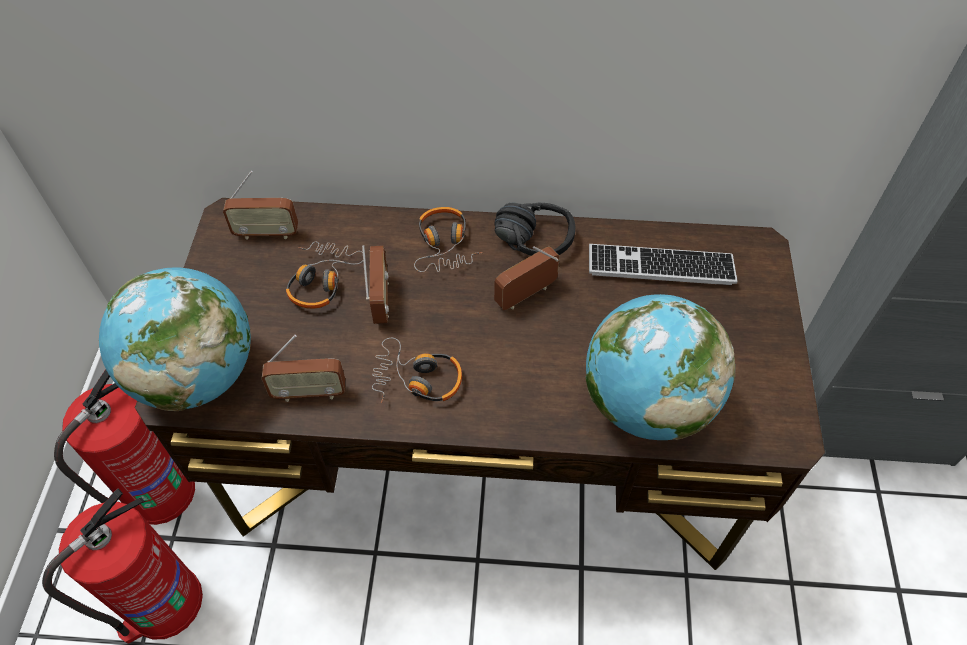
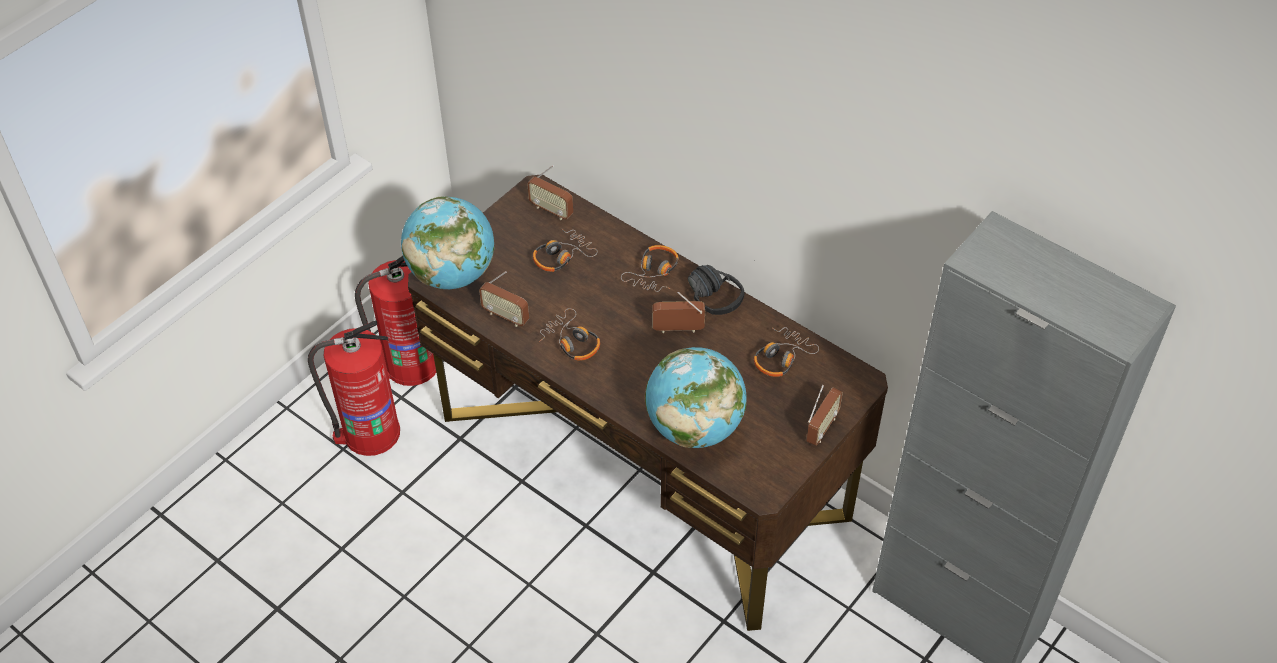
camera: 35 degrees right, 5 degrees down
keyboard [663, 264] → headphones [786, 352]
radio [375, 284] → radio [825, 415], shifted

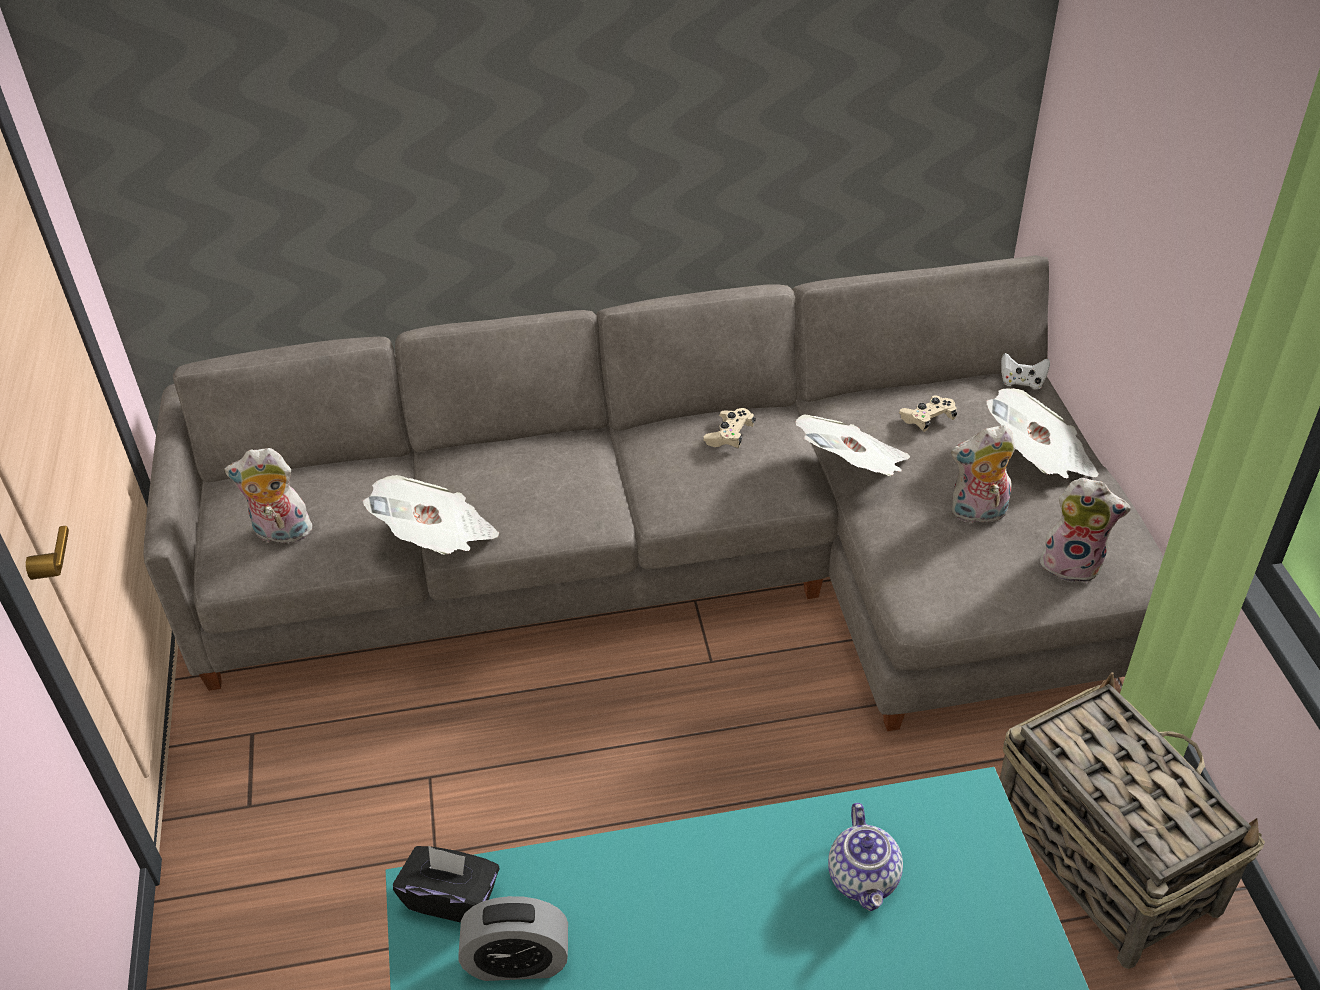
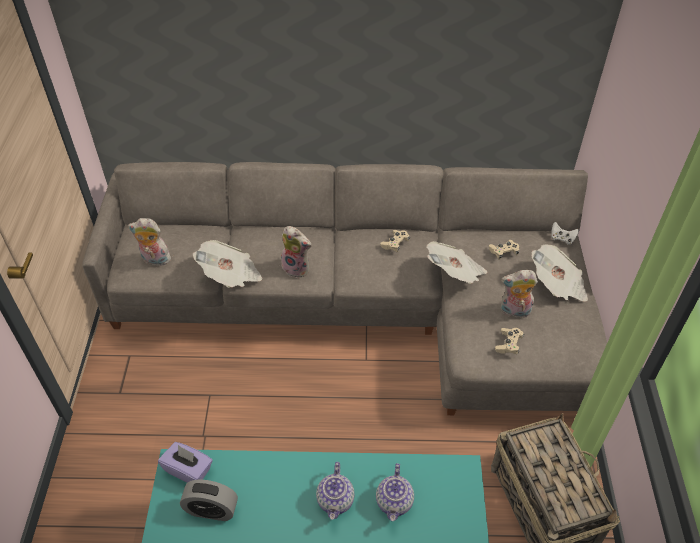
camera: 10 degrees right, 5 degrees up
plush toy [1084, 530] → plush toy [296, 252], shifted
black tissue box [446, 884] → purple tissue box [185, 462]
- → beige game controller [509, 341]
- → teapot [335, 491]

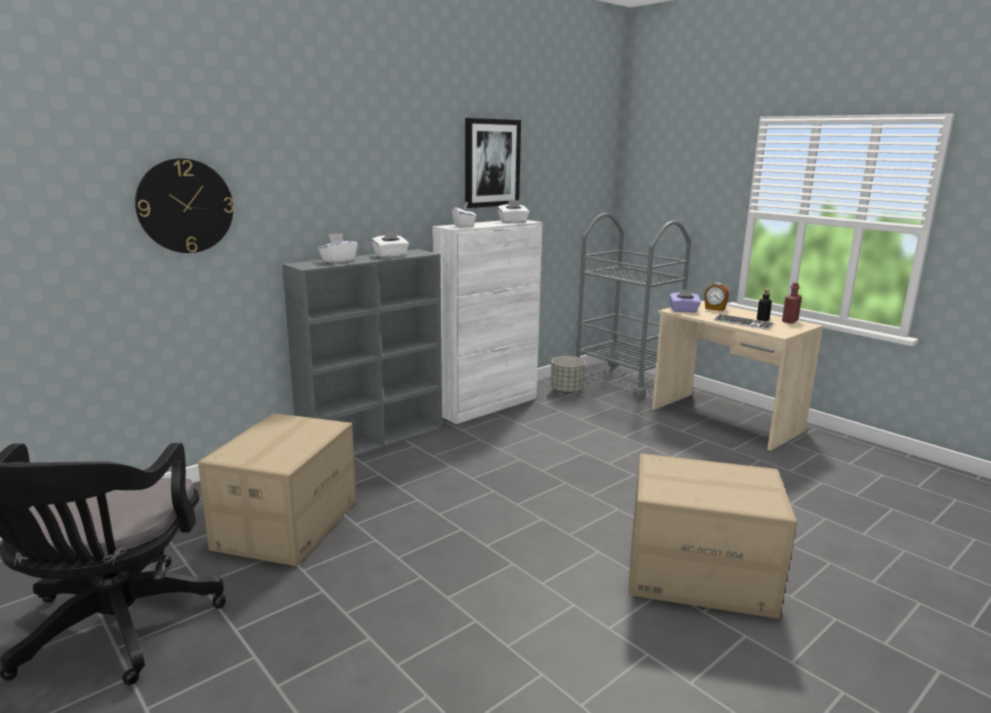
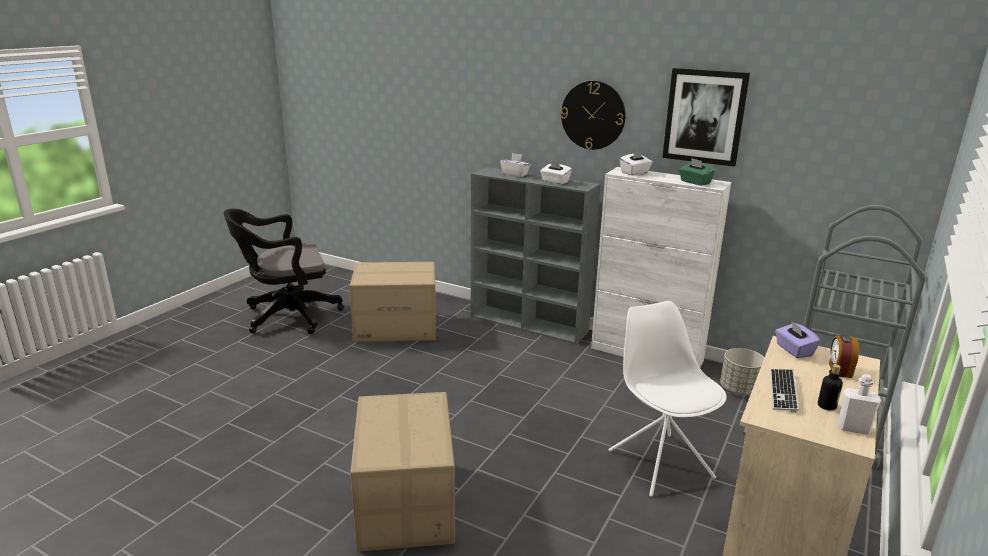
camera: 70 degrees right, 5 degrees up
wall clock [184, 205] → wall clock [593, 115], shifted
white tissue box [513, 211] → green tissue box [697, 172]
red bottle [792, 303] → white bottle [859, 404]
- → white chair [668, 399]

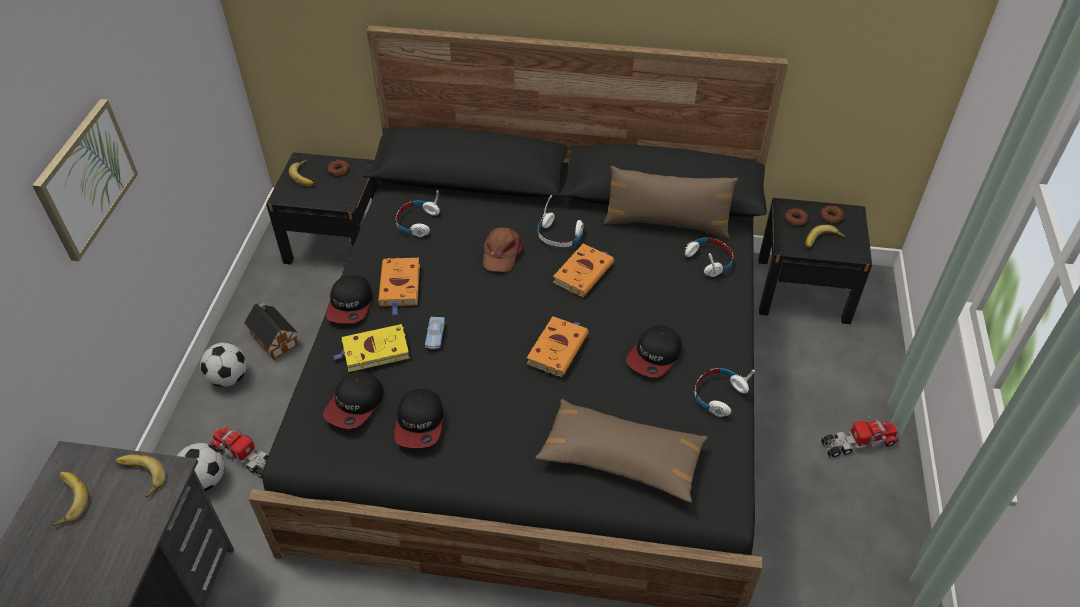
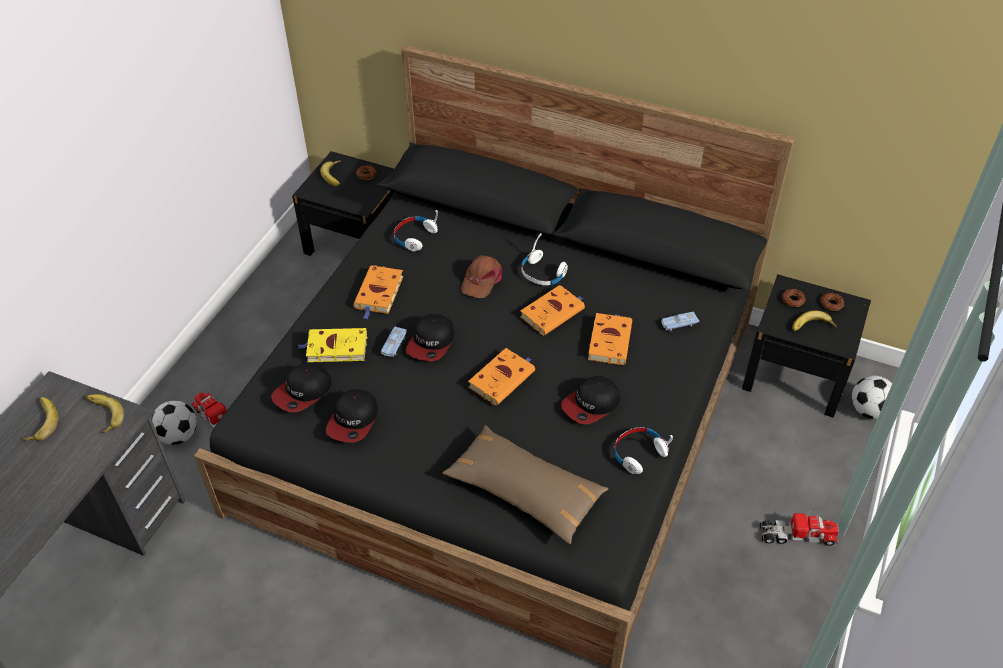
camera: 15 degrees right, 0 degrees up
picture [85, 180] → -
brown pillow [671, 202] → -
white headphones [709, 257] → blue toy car [680, 321]
cap [349, 299] → cap [430, 337], shifted
toy house [271, 331] → -
football [223, 365] → football [872, 397], shifted
- → orange book [610, 339]

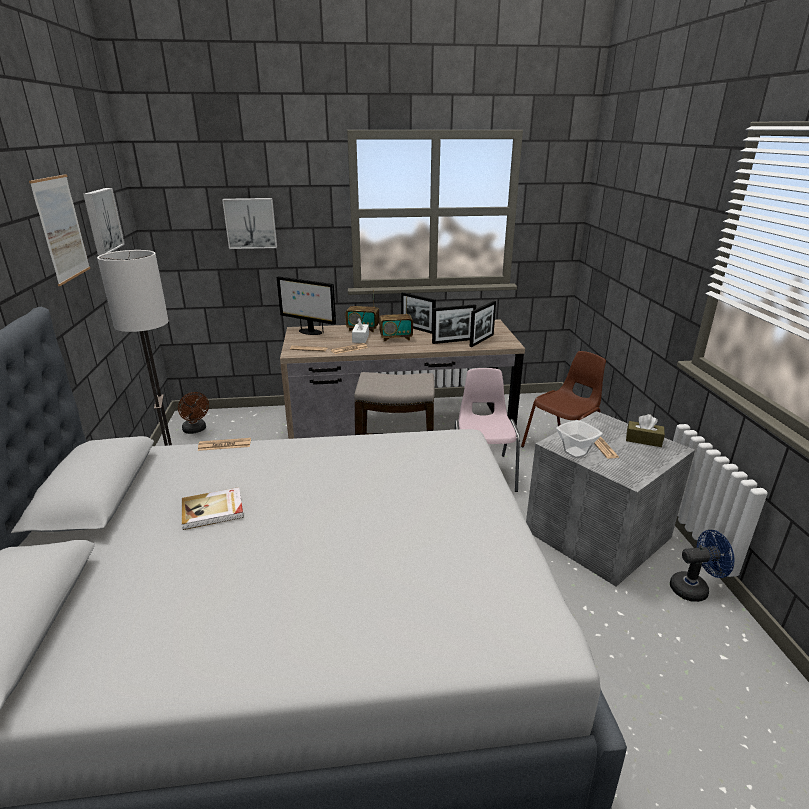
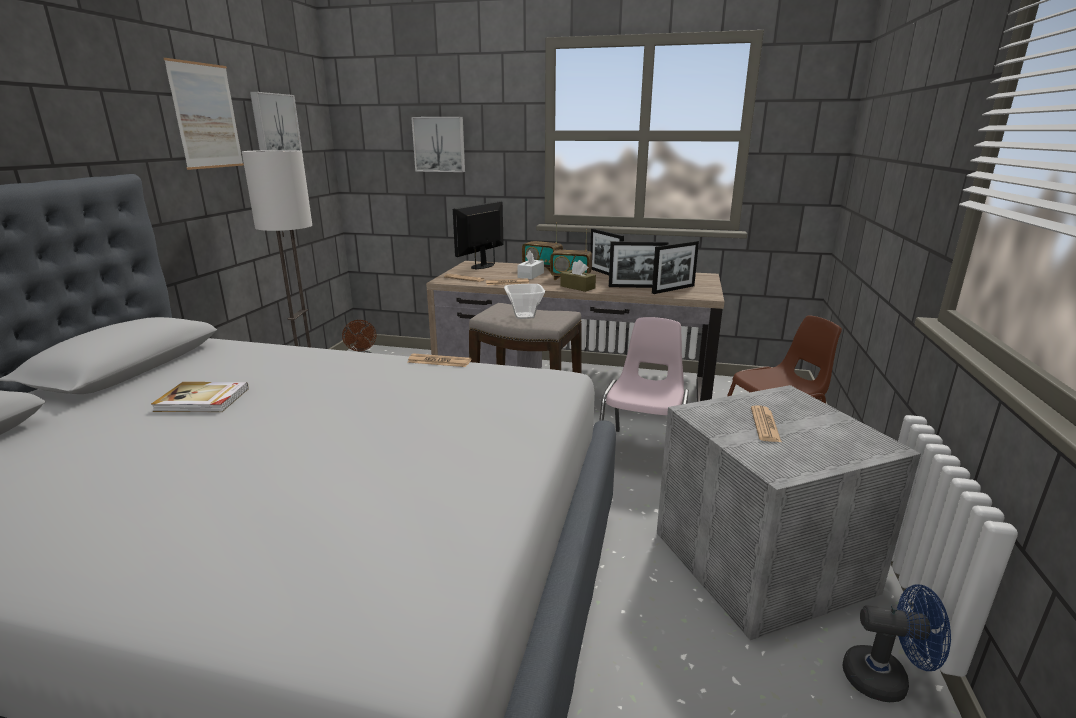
camera: 20 degrees right, 5 degrees down
monitor [306, 305] → monitor [478, 235], 75 degrees clockwise
brown tissue box [645, 430] → brown tissue box [578, 276], shifted
bowl [579, 439] → bowl [524, 301], shifted
newspaper [224, 444] → newspaper [439, 360], shifted

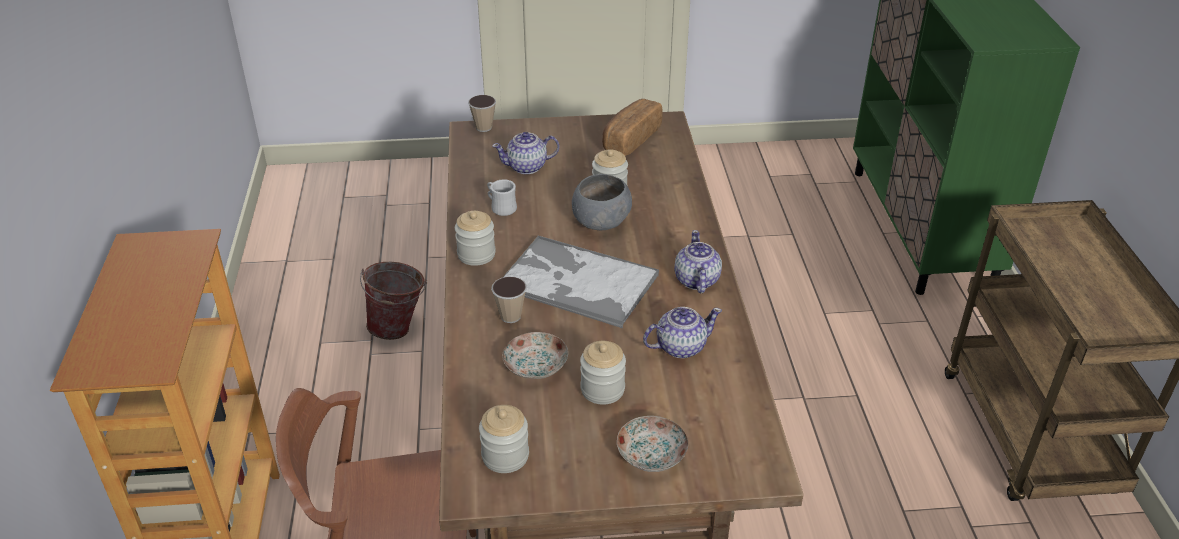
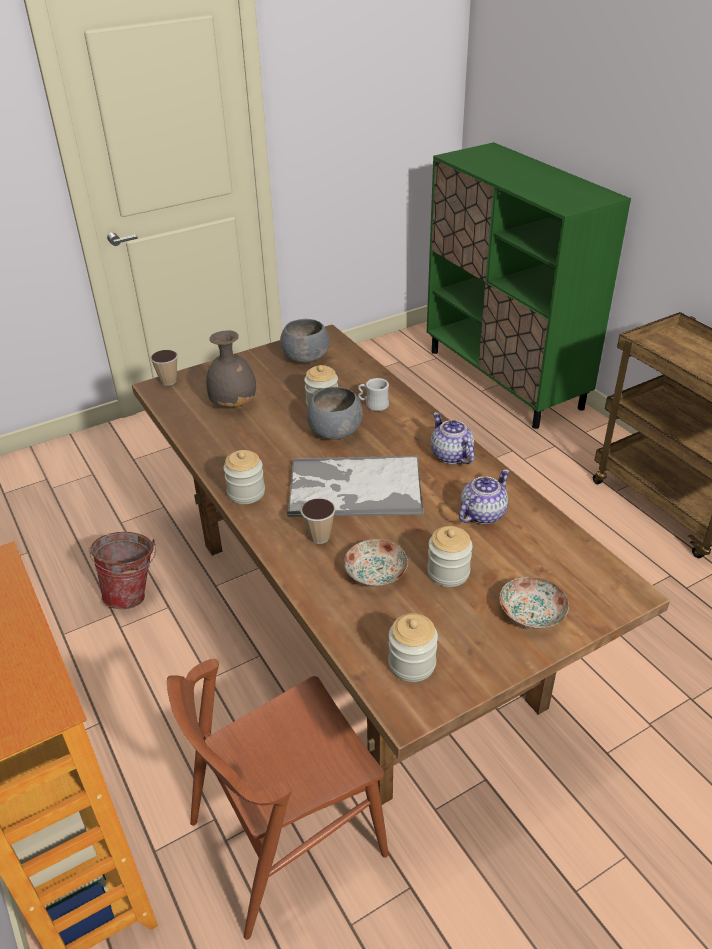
camera: 25 degrees left, 0 degrees up
bread [632, 127] → grey bowl [305, 341]
teapot [525, 153] → grey vase [231, 368]
white mug [502, 197] → white mug [373, 394], shifted

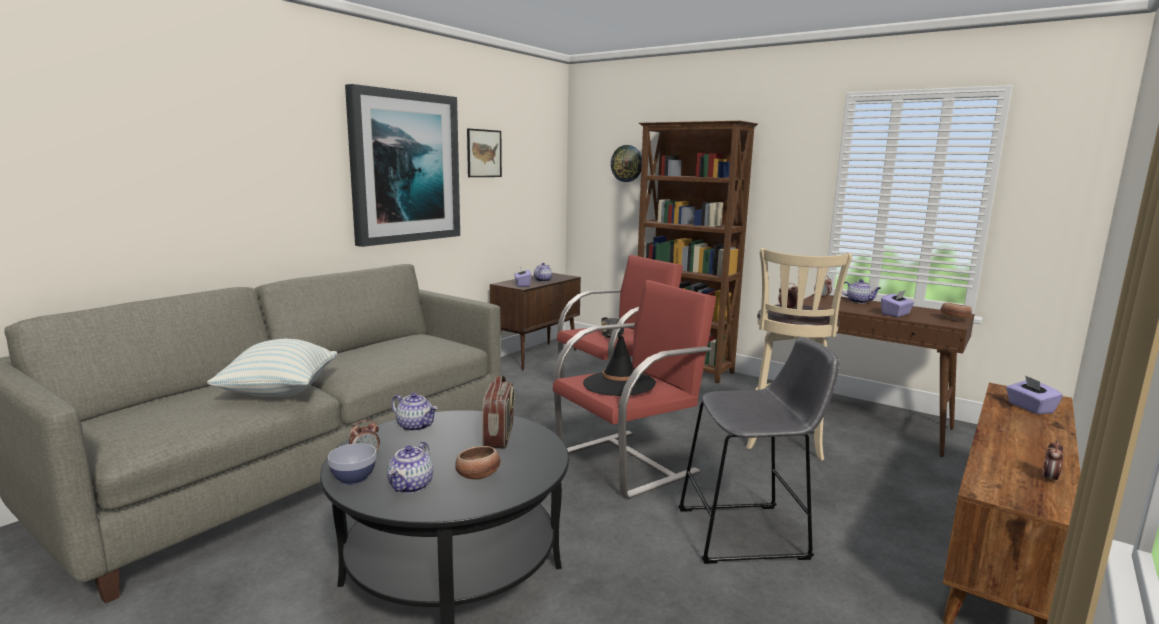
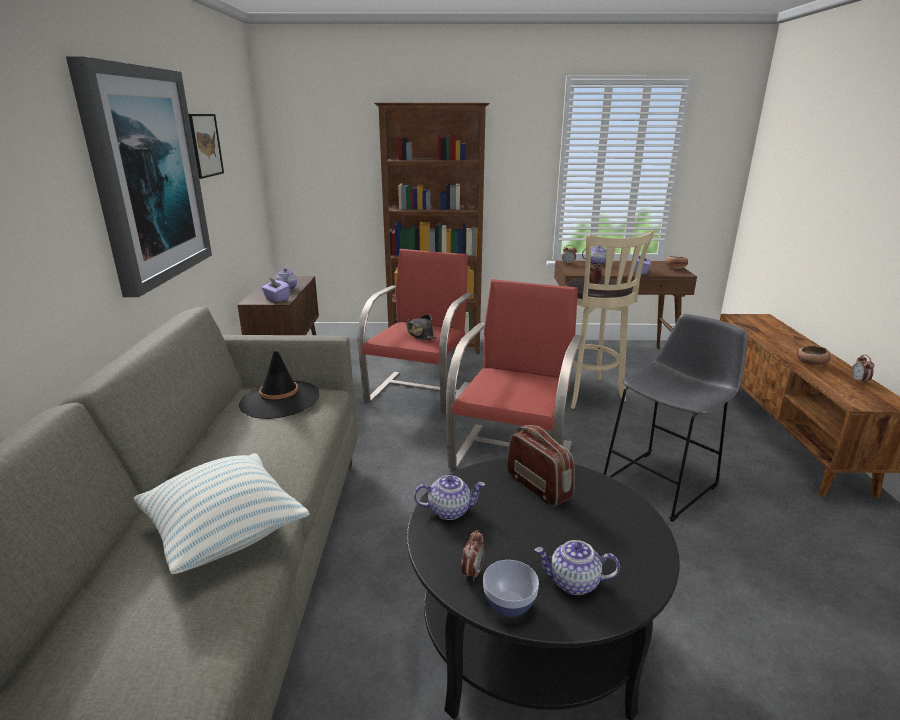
camera: 35 degrees left, 10 degrees up
wall clock [626, 163] → -
black hat [619, 365] → black hat [279, 385], shifted
purple tissue box [1034, 394] → -
teapot [410, 467] → teapot [577, 567], 120 degrees clockwise
bowl [477, 463] → bowl [813, 355], shifted

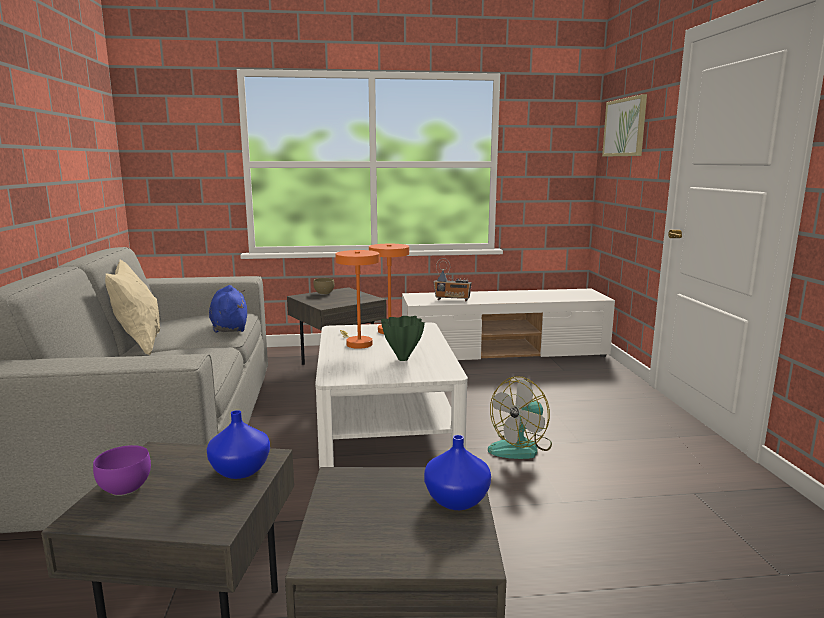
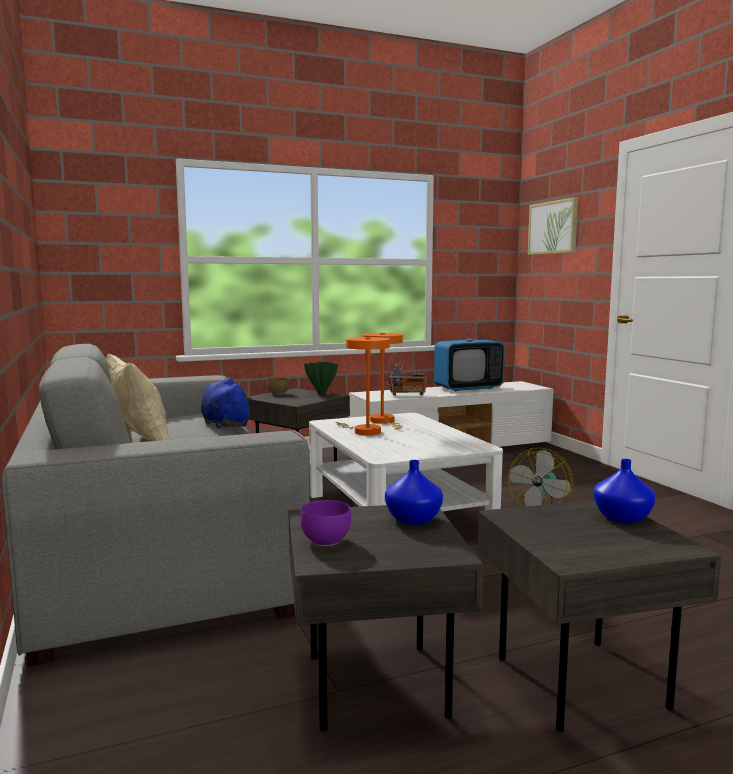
camera: 15 degrees left, 5 degrees down
green vase [403, 338] → green vase [321, 378], shifted
- → television [469, 350]

